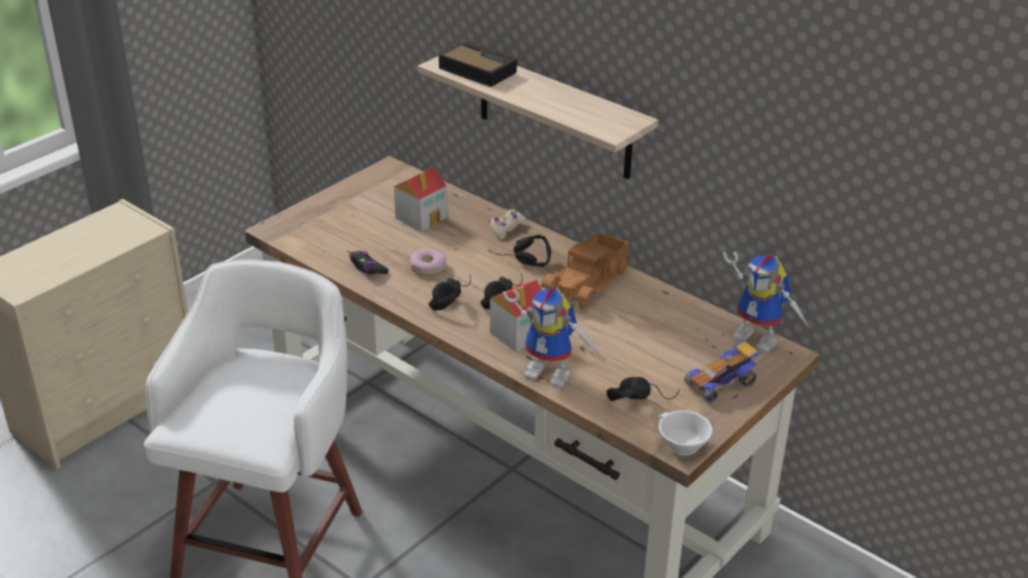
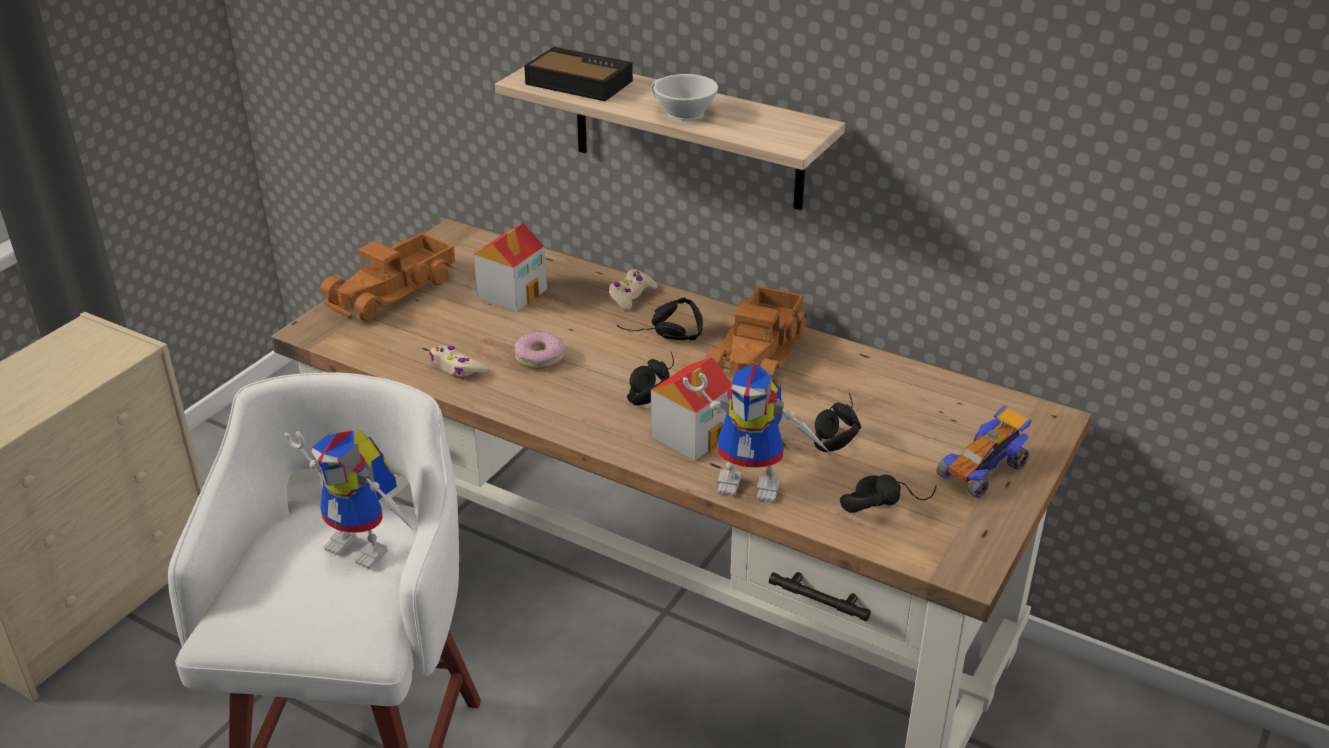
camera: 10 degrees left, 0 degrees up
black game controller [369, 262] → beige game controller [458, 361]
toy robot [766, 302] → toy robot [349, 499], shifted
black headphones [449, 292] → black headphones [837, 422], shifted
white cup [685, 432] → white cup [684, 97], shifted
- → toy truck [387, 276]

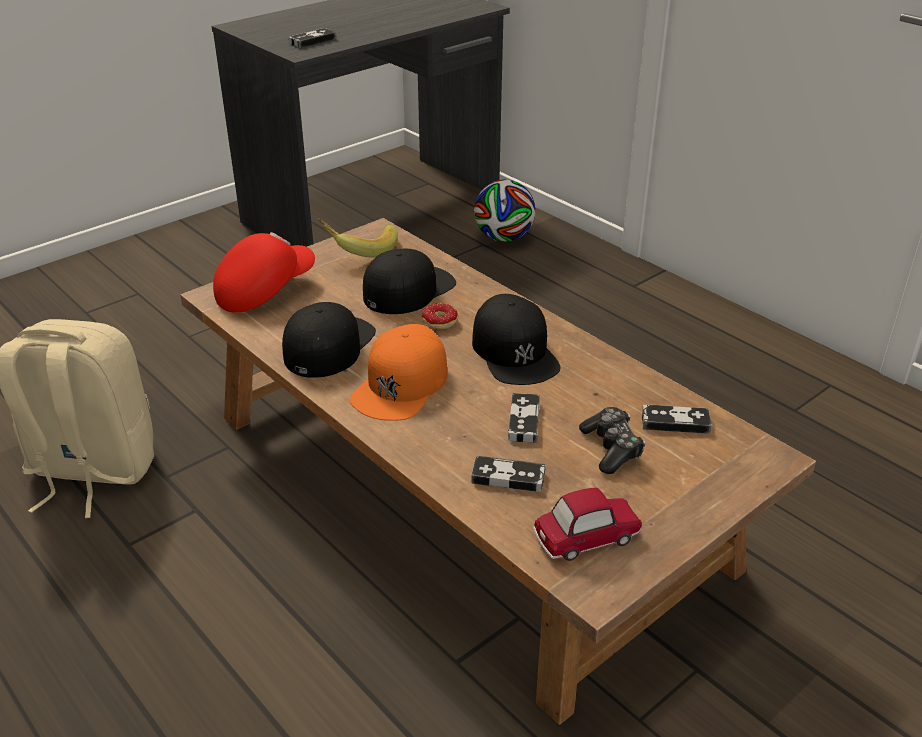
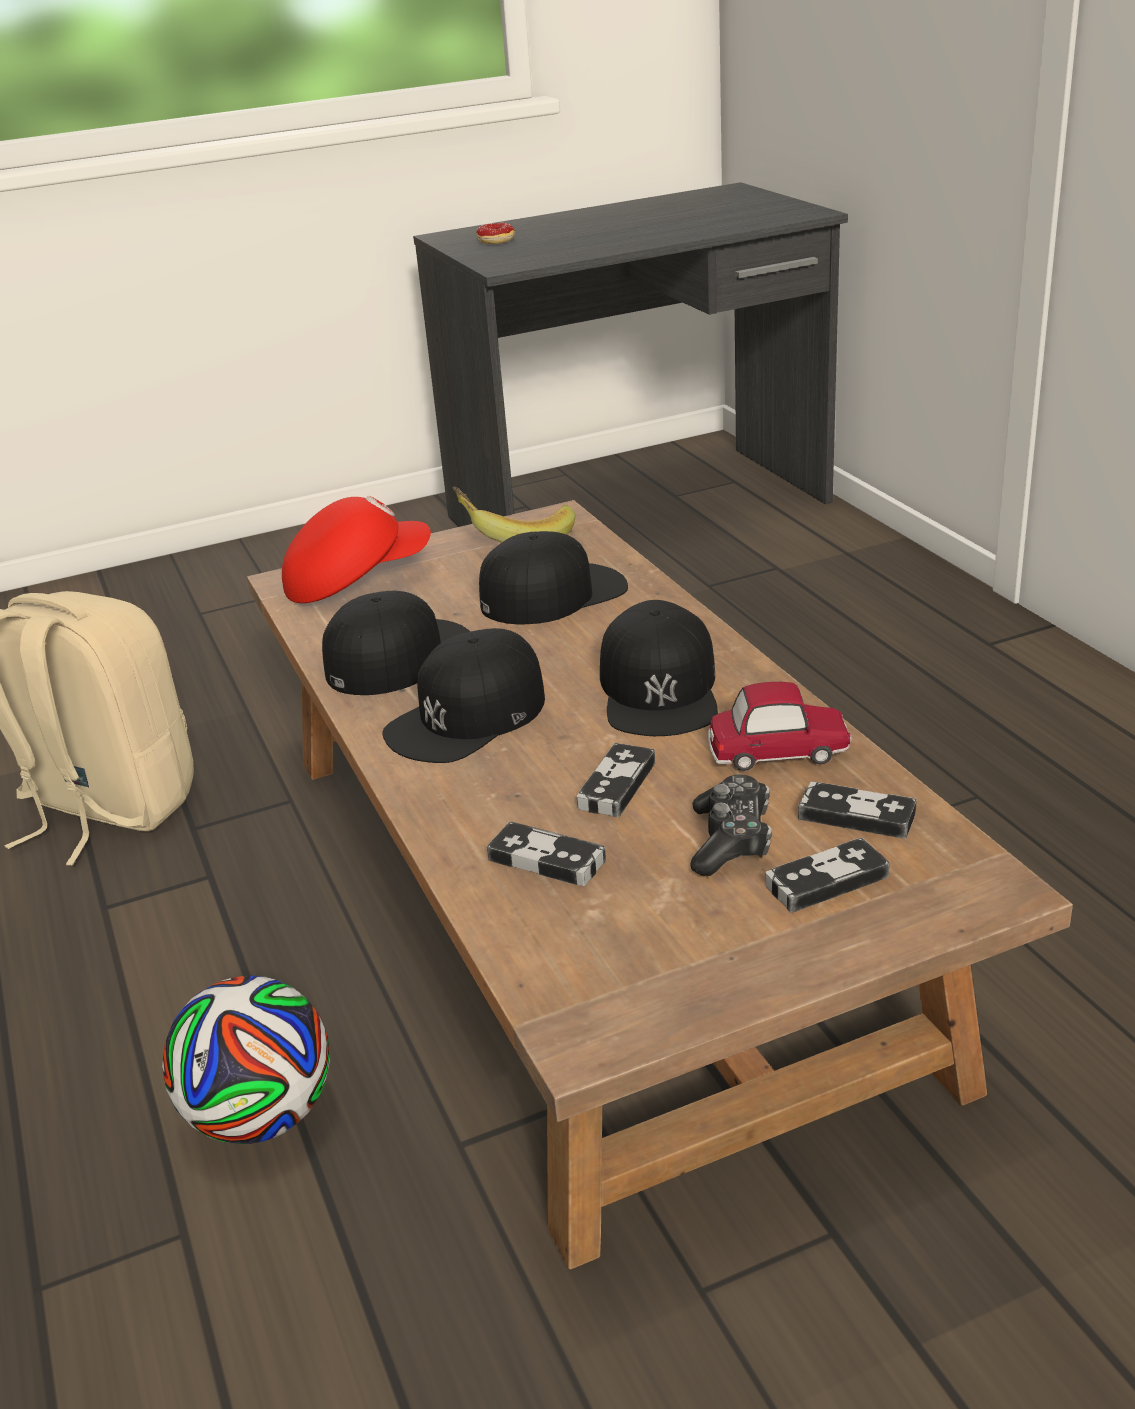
camera: 20 degrees right, 5 degrees down
game controller [312, 38] → game controller [827, 875], shifted
football [504, 211] → football [246, 1059], shifted
donut [440, 316] → donut [495, 233], shifted
orange cap [398, 372] → black cap [463, 695]
toy car [587, 524] → toy car [780, 726], shifted

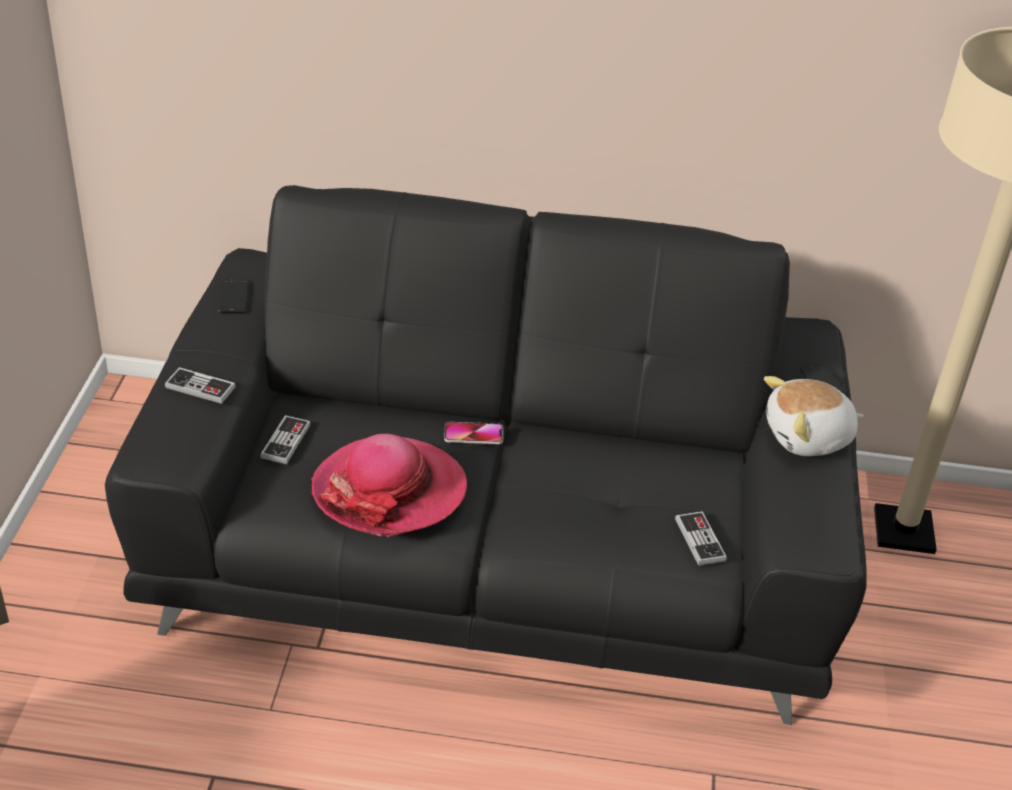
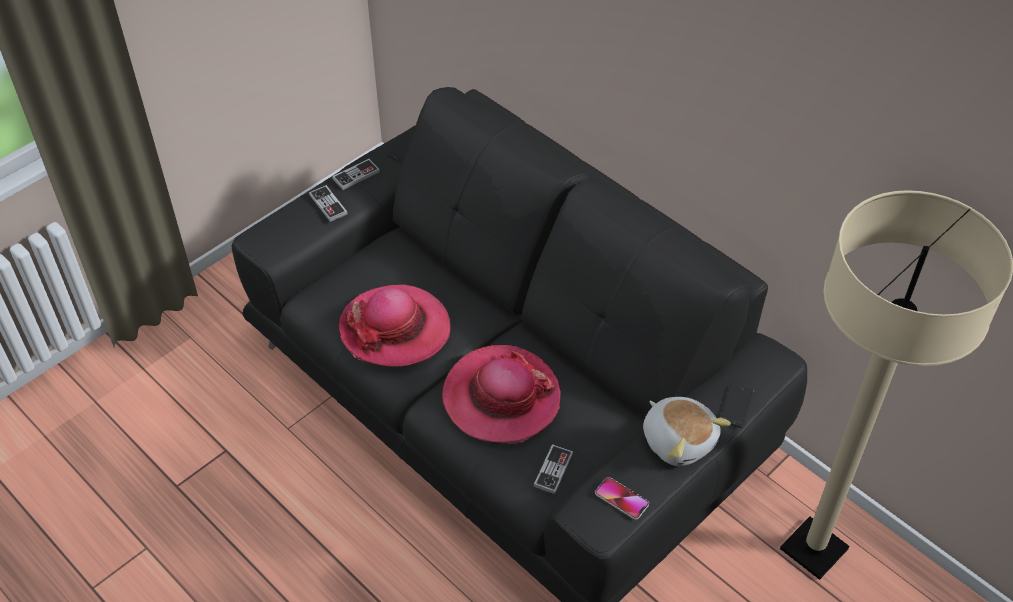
camera: 40 degrees right, 10 degrees up
plush toy [814, 416] → plush toy [687, 431], 150 degrees counterclockwise
game controller [285, 439] → game controller [356, 174], shifted
phone [473, 433] → phone [622, 498], shifted
- → hat [501, 394]

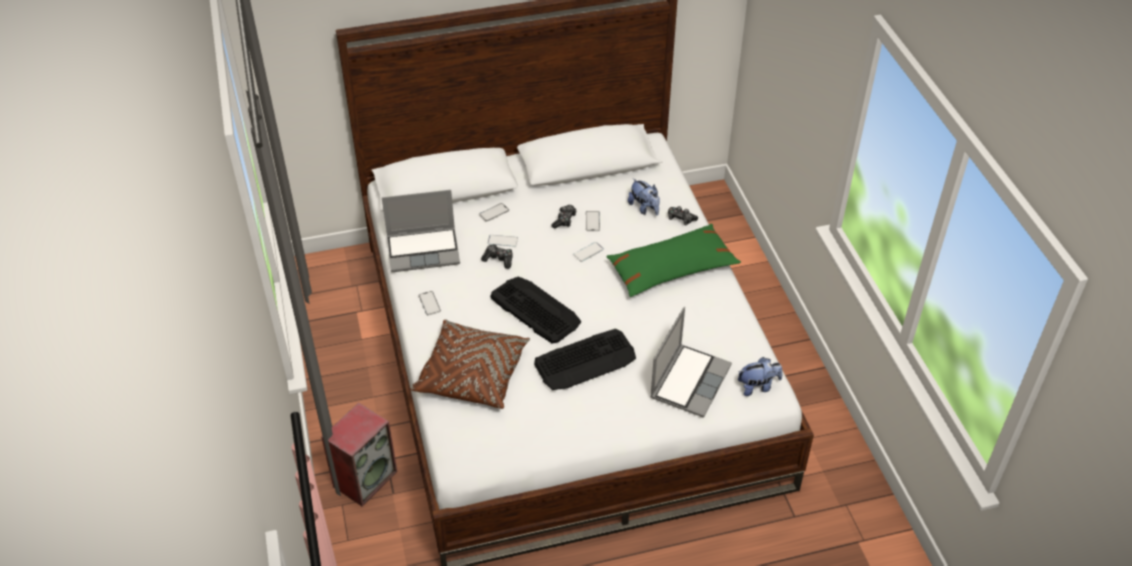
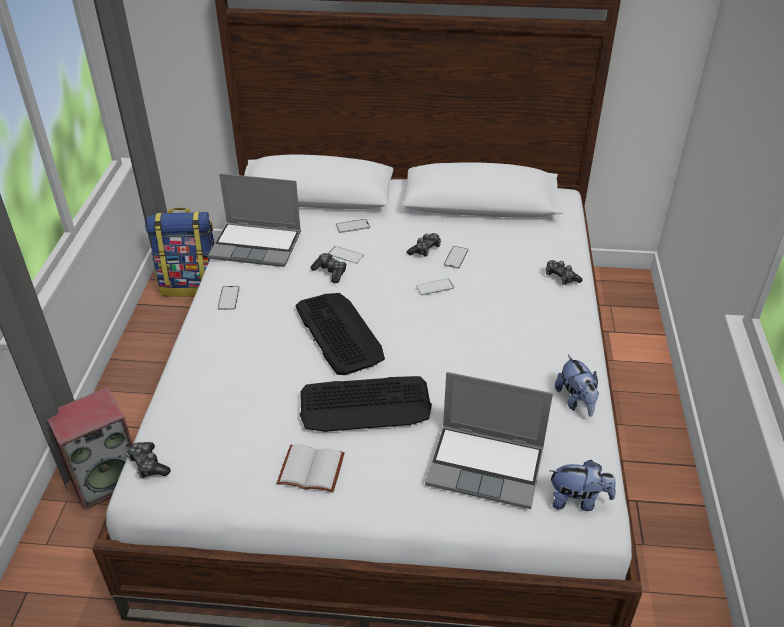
camera: 20 degrees right, 5 degrees down
plush toy [644, 196] → plush toy [577, 386], shifted
green pillow [673, 260] → -
laptop [691, 362] → laptop [489, 440], 60 degrees clockwise
brown pillow [470, 364] → -
- → backpack [180, 252]
- → game controller [148, 460]
- → white book [311, 468]

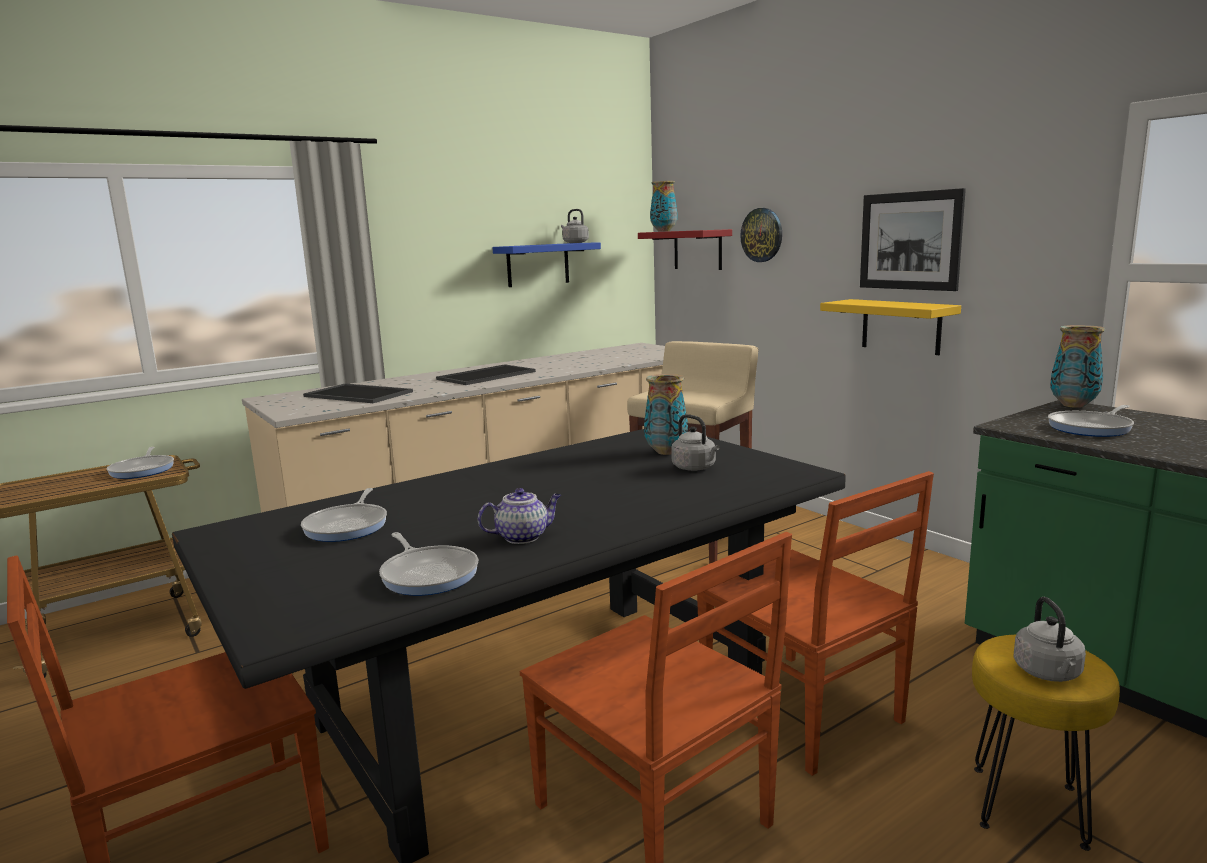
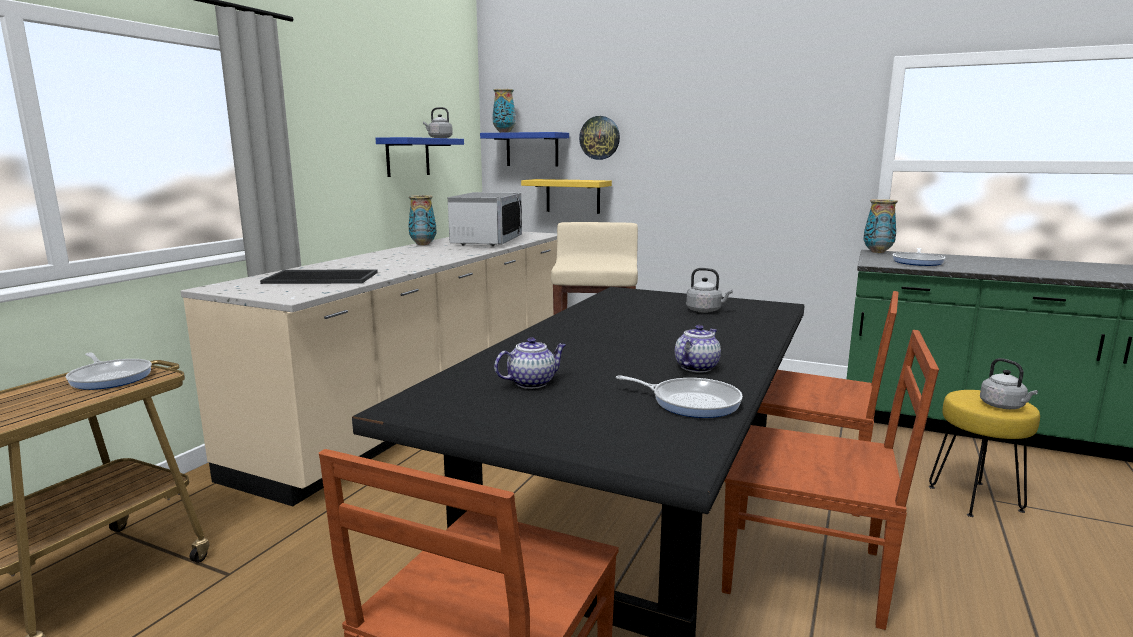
camera: 30 degrees left, 0 degrees up
picture [913, 239] → -
red shelf [685, 249] → blue shelf [524, 149]
yellow shelf [890, 327] → yellow shelf [566, 196], shifted
tray [486, 374] → -
vase [666, 414] → vase [422, 220], shifted
frying pan [344, 515] → teapot [530, 363]
- → microwave [485, 219]

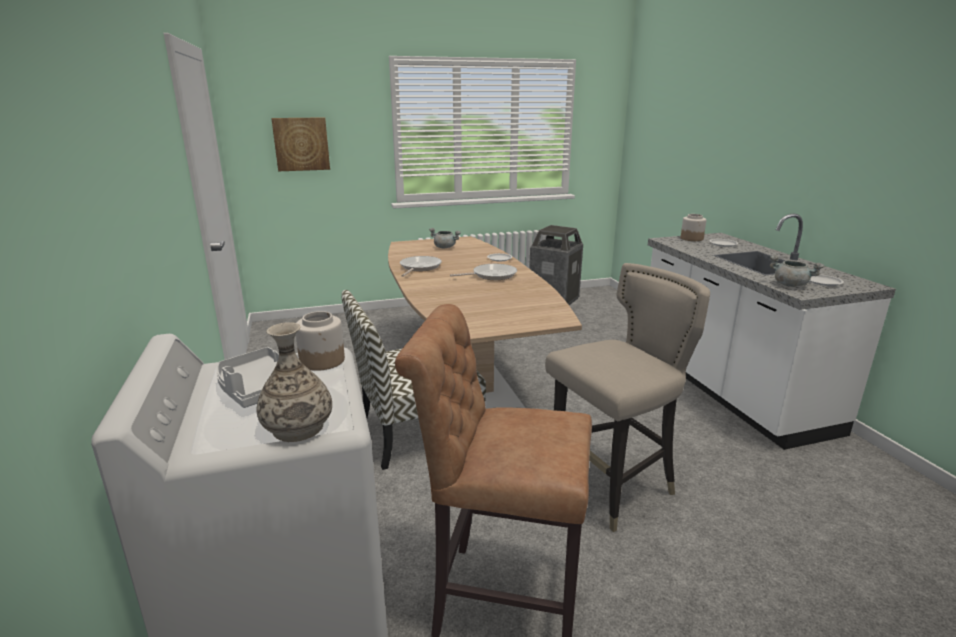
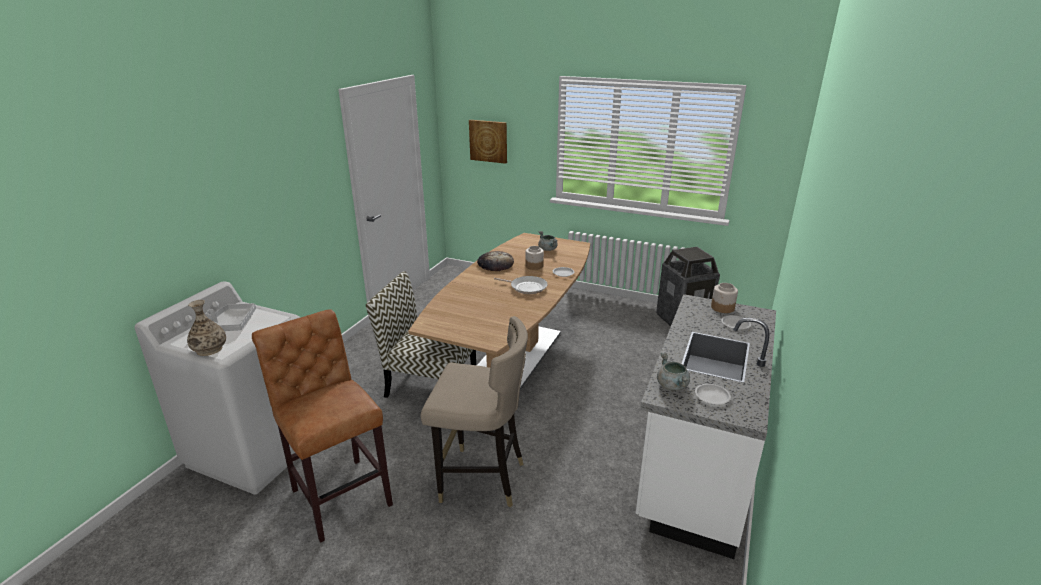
camera: 40 degrees right, 5 degrees up
frying pan [421, 266] → bread [495, 261]
jar [320, 341] → jar [534, 258], shifted

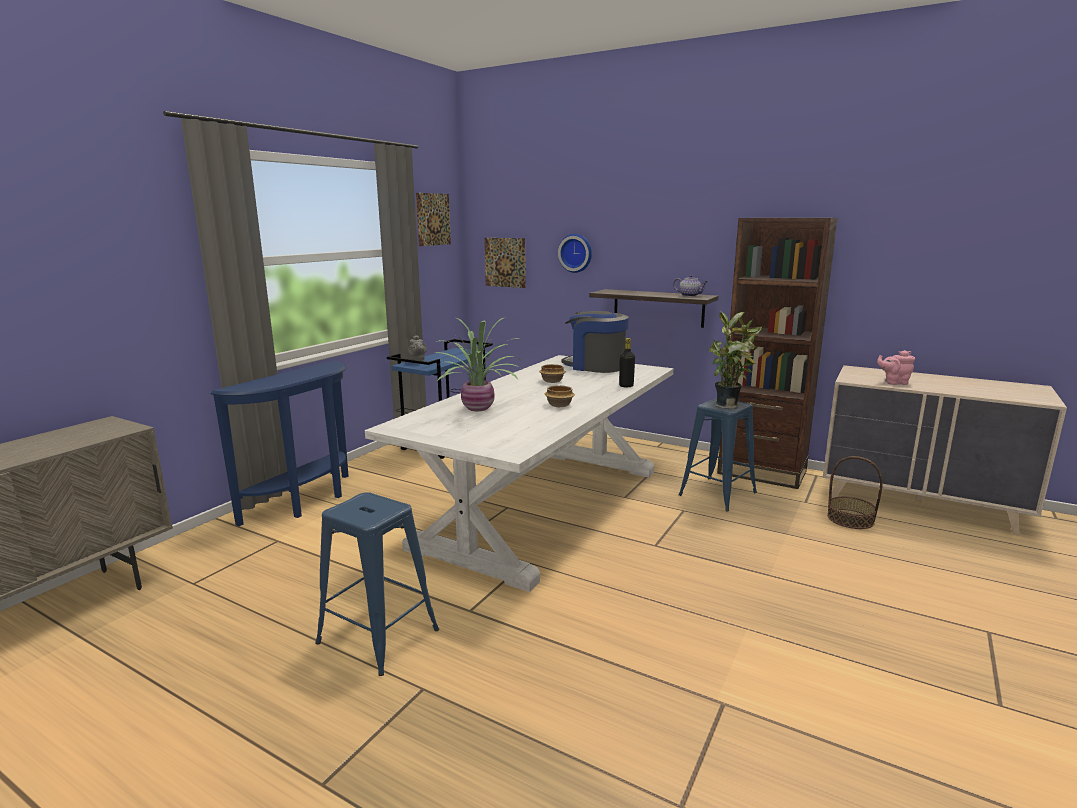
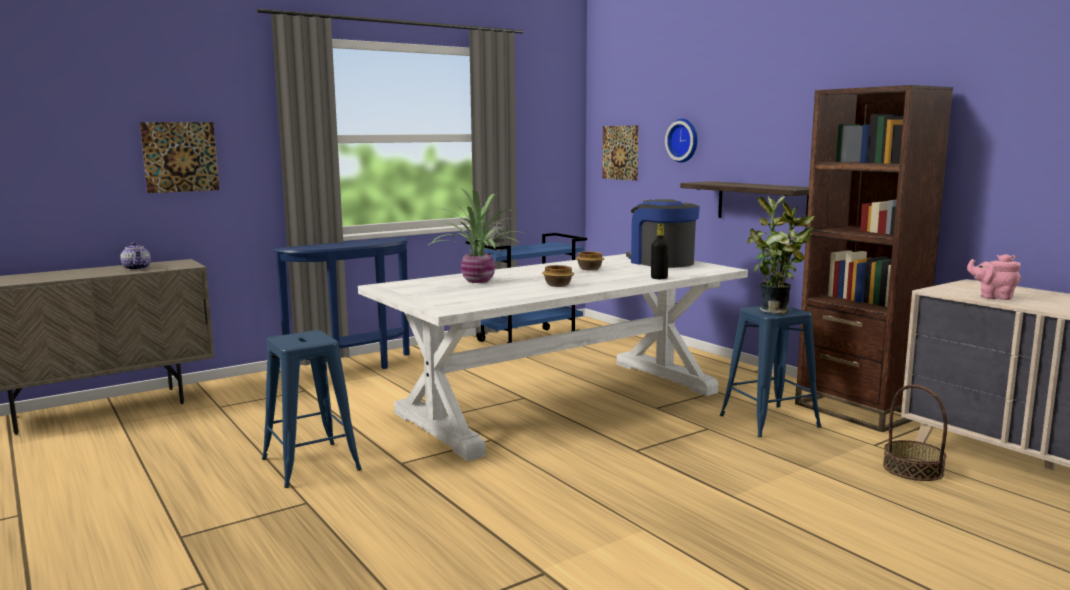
camera: 25 degrees right, 5 degrees down
picture [433, 219] → picture [179, 157], shifted
teapot [690, 286] → teapot [135, 256], shifted

